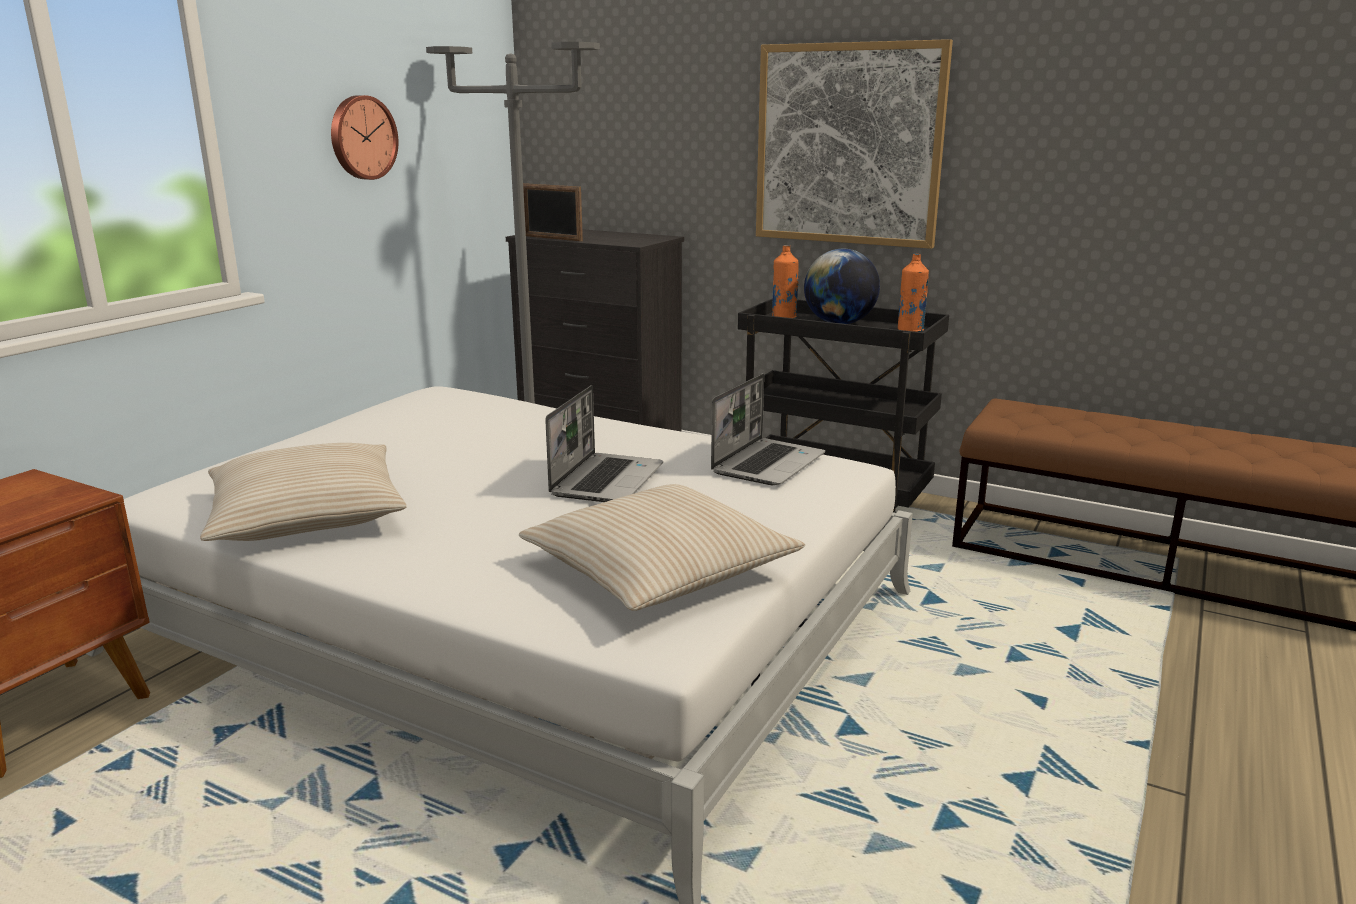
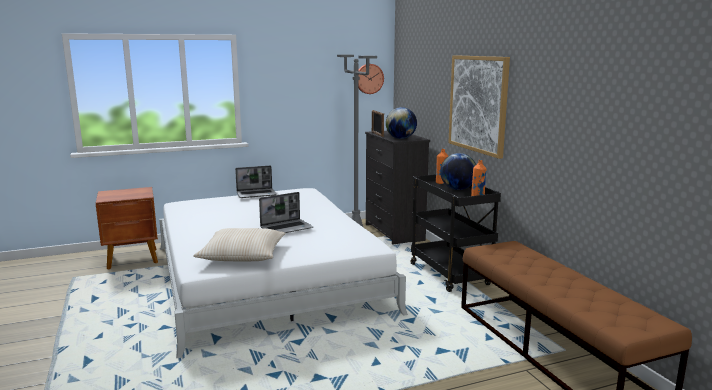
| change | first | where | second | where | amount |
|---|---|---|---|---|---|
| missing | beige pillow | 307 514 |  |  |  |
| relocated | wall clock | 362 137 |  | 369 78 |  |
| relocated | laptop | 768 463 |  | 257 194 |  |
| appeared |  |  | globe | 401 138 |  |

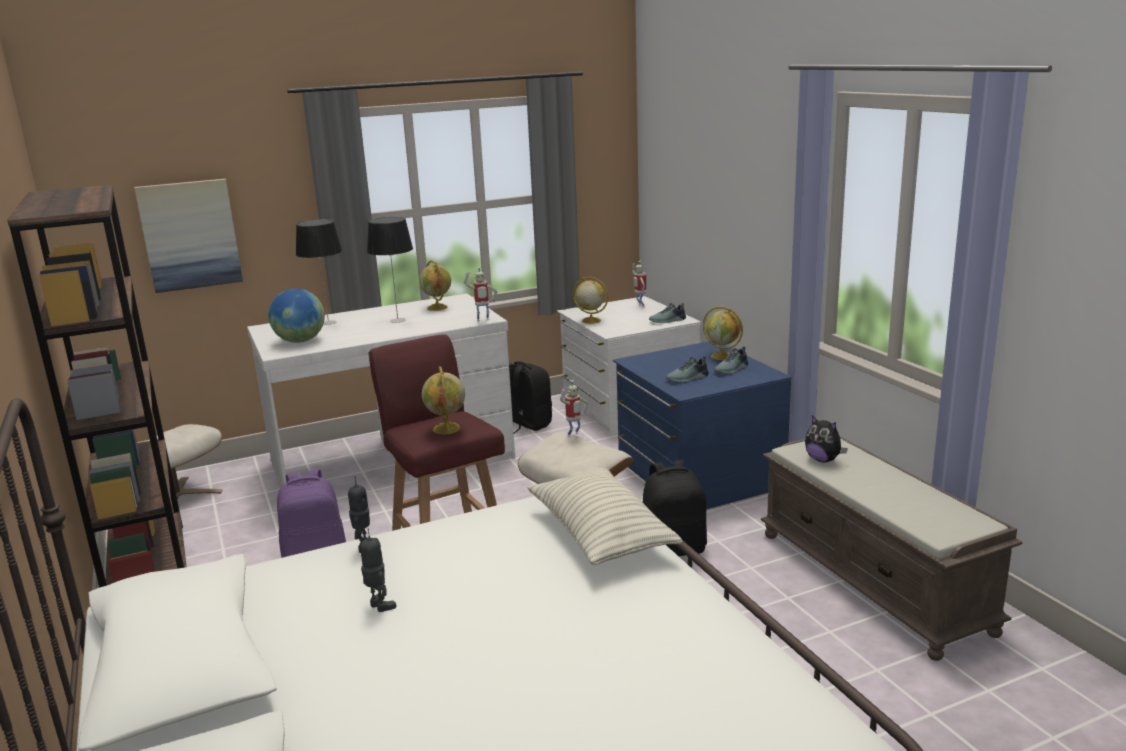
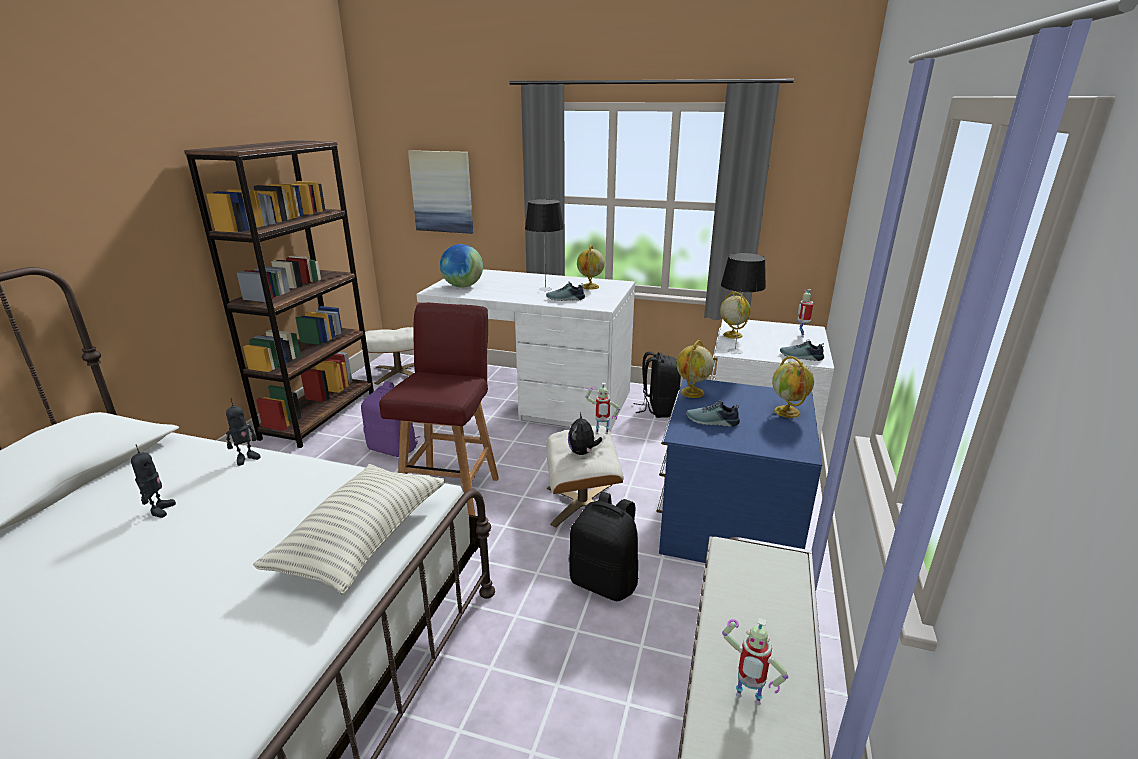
| change | first | where | second | where | amount |
|---|---|---|---|---|---|
| relocated | table lamp | 329 322 |  | 735 351 |  |
| relocated | globe | 447 429 |  | 692 393 |  |
| relocated | toy robot | 483 320 |  | 746 701 |  |
| relocated | shoe | 732 369 |  | 565 299 |  |
| relocated | plush toy | 823 460 |  | 583 452 |  |

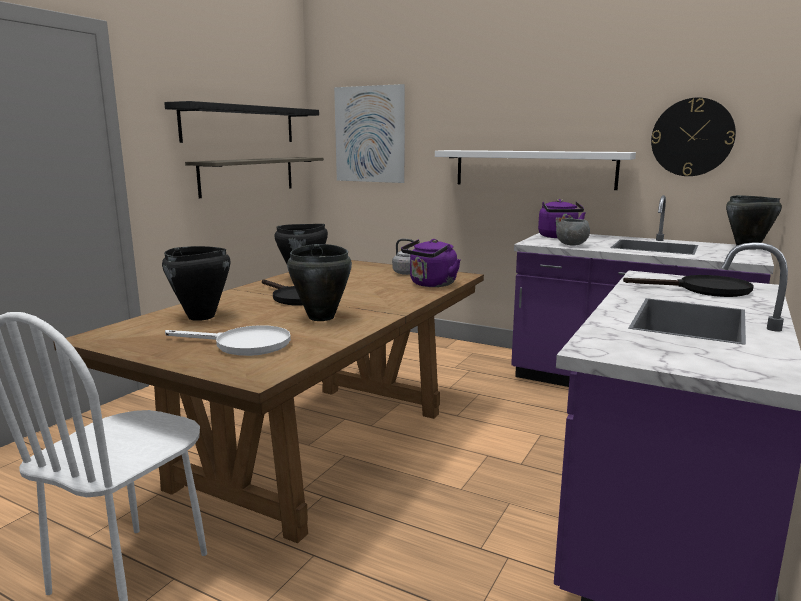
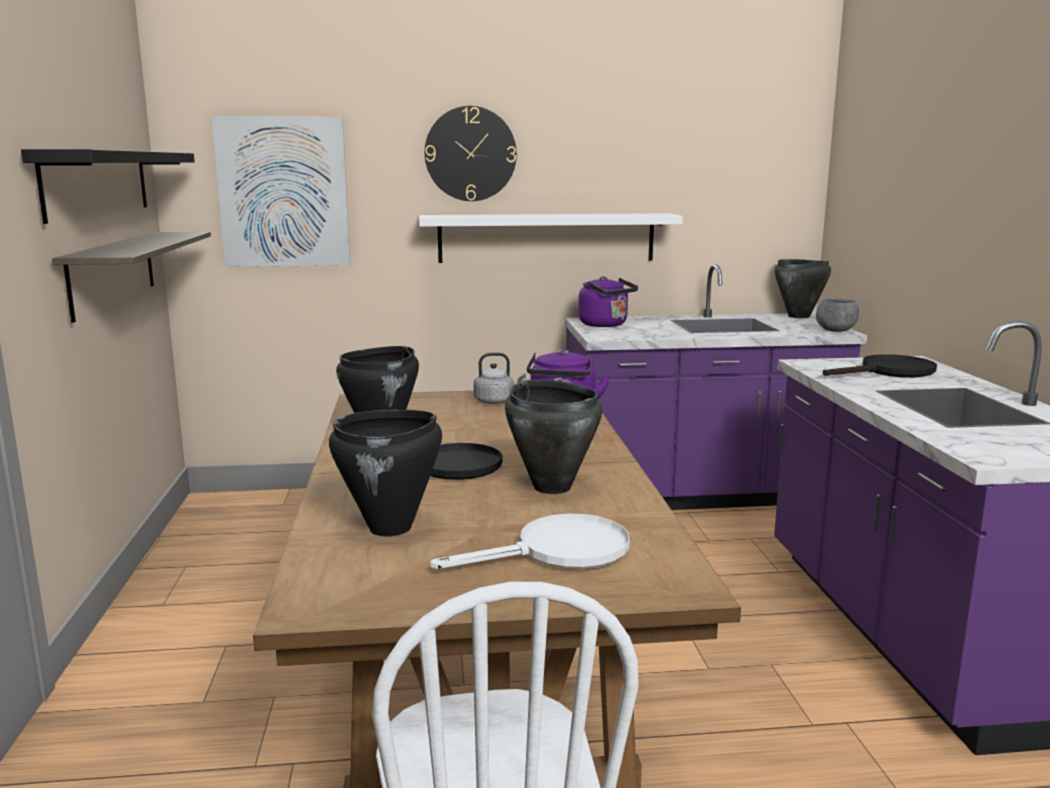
| change | first | where | second | where | amount |
|---|---|---|---|---|---|
| relocated | grey bowl | 571 244 |  | 835 331 |  |
| relocated | wall clock | 692 137 |  | 470 154 |  |

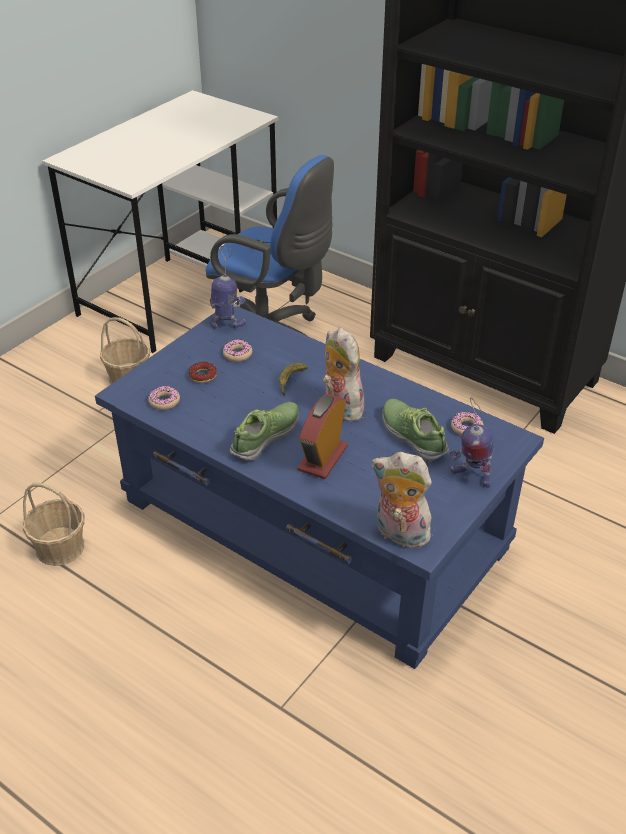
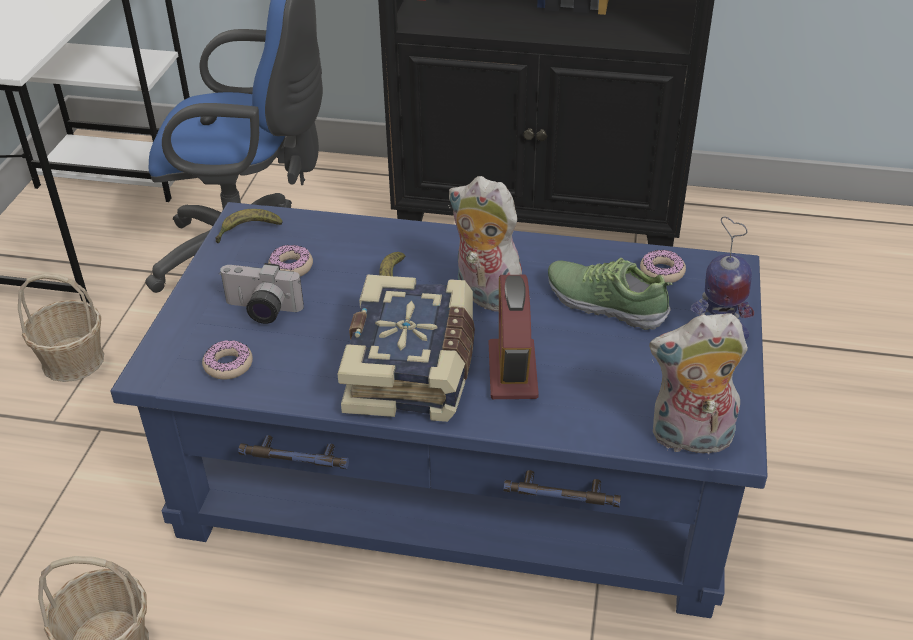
| change | first | where | second | where | amount |
|---|---|---|---|---|---|
| exchanged | donut | 203 376 | photo camera | 261 311 |  |
| exchanged | toy robot | 227 324 | banana | 247 231 |  |
| exchanged | shoe | 266 437 | book | 414 368 |  |

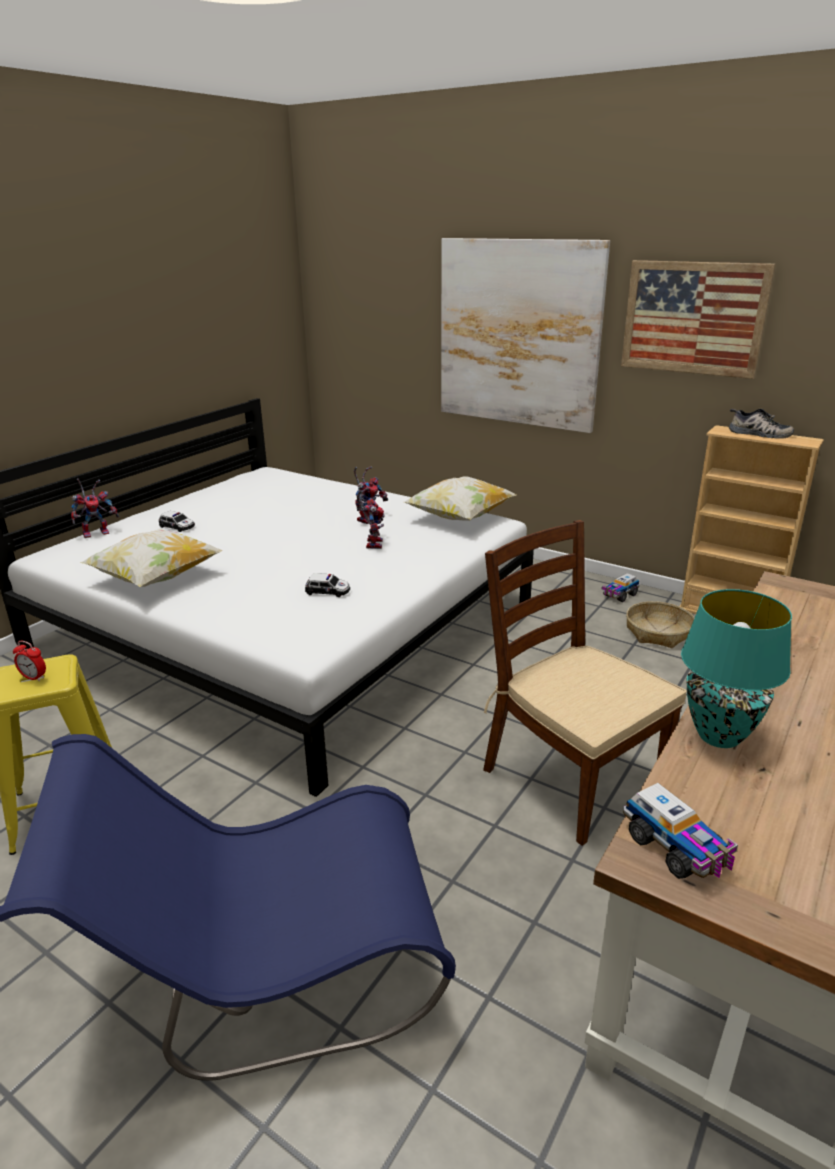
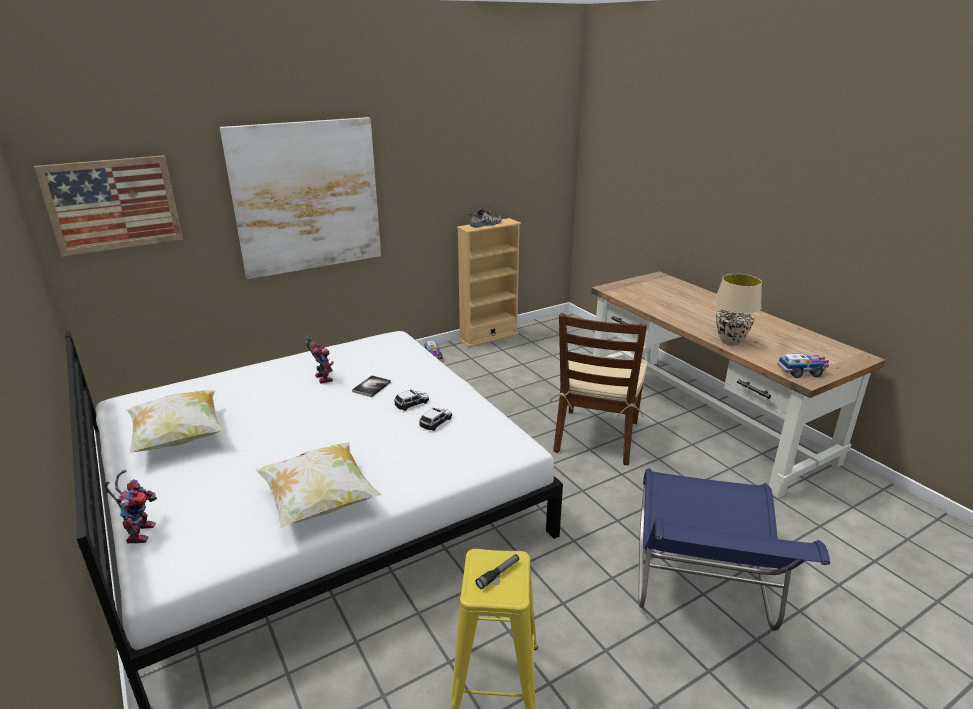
| change | first | where | second | where | amount |
|---|---|---|---|---|---|
| exchanged | alarm clock | 34 677 | flashlight | 498 574 |  |
| relocated | toy car | 177 527 |  | 412 403 |  |
| exchanged | toy robot | 372 543 | book | 371 387 |  |
| relocated | pillow | 459 518 |  | 179 438 |  |
| spun | brown chair | 570 778 |  | 596 437 | 60 degrees counterclockwise |
| relocated | picture | 693 318 |  | 113 204 |  |
| missing | basket | 658 632 |  |  |  |
| colour | turquoise table lamp | 718 735 | beige table lamp | 729 341 |  |

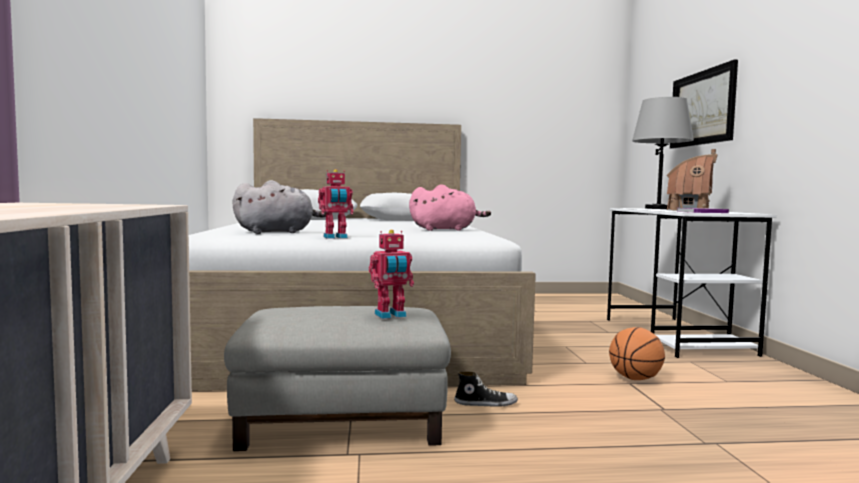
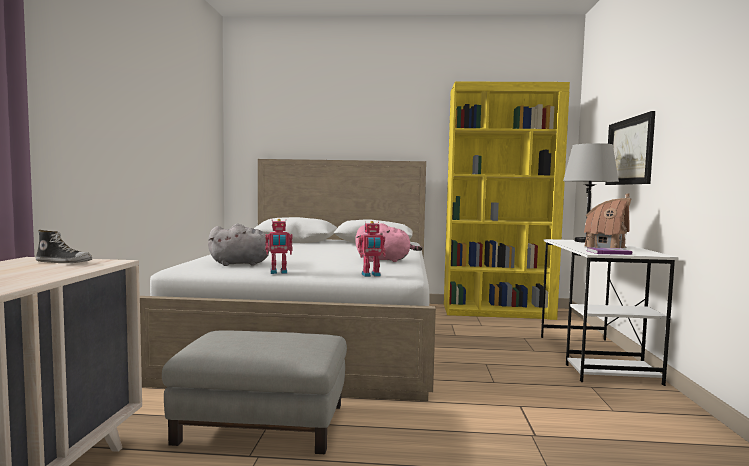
| change | first | where | second | where | amount |
|---|---|---|---|---|---|
| relocated | toy robot | 391 315 |  | 371 275 |  |
| relocated | shoe | 485 403 |  | 64 262 |  |
| missing | basketball | 635 379 |  |  |  |
| appeared |  |  | yellow bookcase | 498 311 |  |

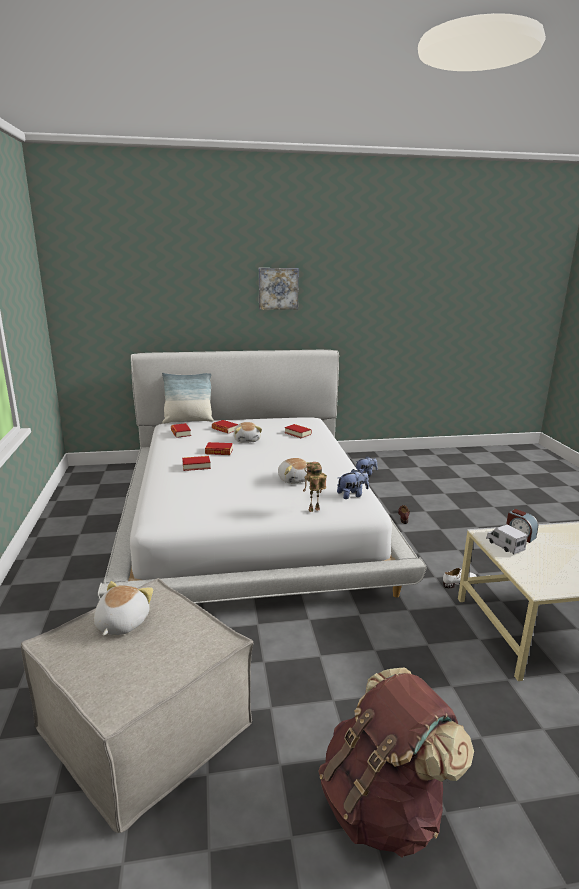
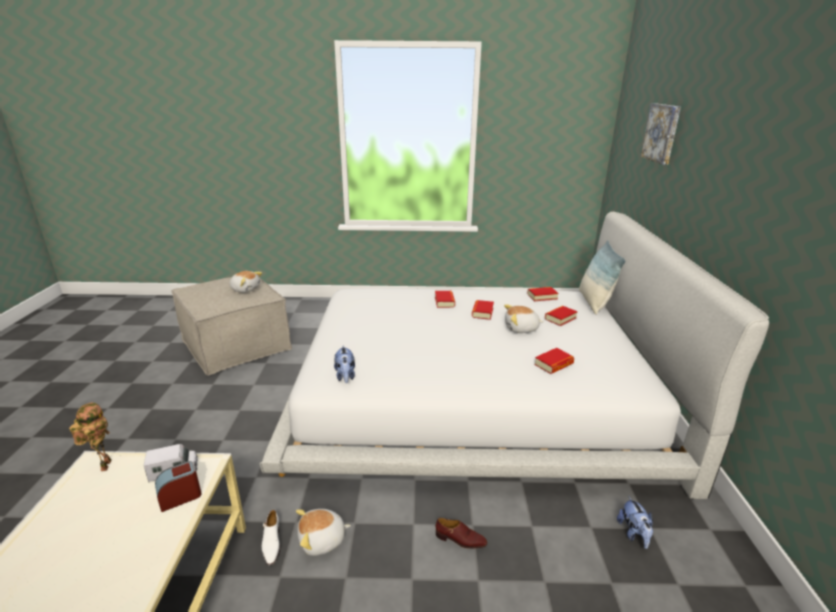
| change | first | where | second | where | amount |
|---|---|---|---|---|---|
| relocated | picture | 278 288 |  | 662 133 |  |
| relocated | plush toy | 294 479 |  | 322 540 |  |
| relocated | toy robot | 314 511 |  | 104 465 |  |
| missing | brown backpack | 384 805 |  |  |  |

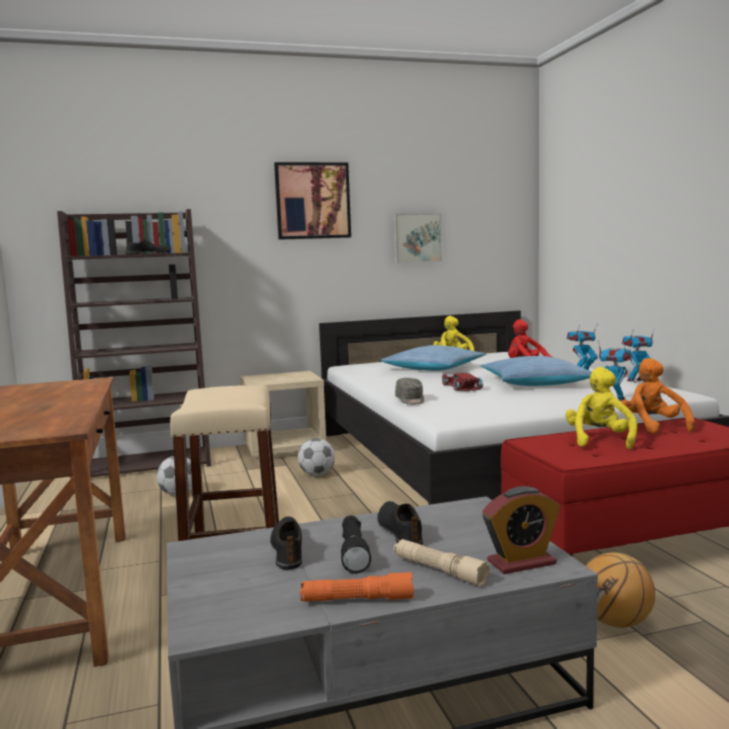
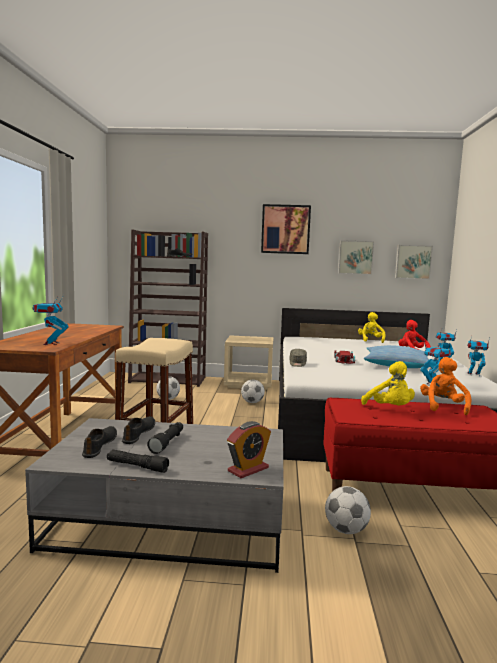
| change | first | where | second | where | amount |
|---|---|---|---|---|---|
| colour | orange flashlight | 357 600 | black flashlight | 137 466 |  |
| relocated | black shoe | 400 530 |  | 100 445 |  |
| missing | pillow | 434 368 |  |  |  |
| missing | beige flashlight | 439 570 |  |  |  |
| spun | alarm clock | 521 562 |  | 248 469 | 45 degrees counterclockwise |
| spun | yellow plush toy | 600 440 |  | 390 409 | 120 degrees clockwise |
| exchanged | basketball | 616 622 | football | 346 530 |  |
| appeared |  |  | toy robot | 51 343 |  |
| appeared |  |  | picture | 413 262 |  |

